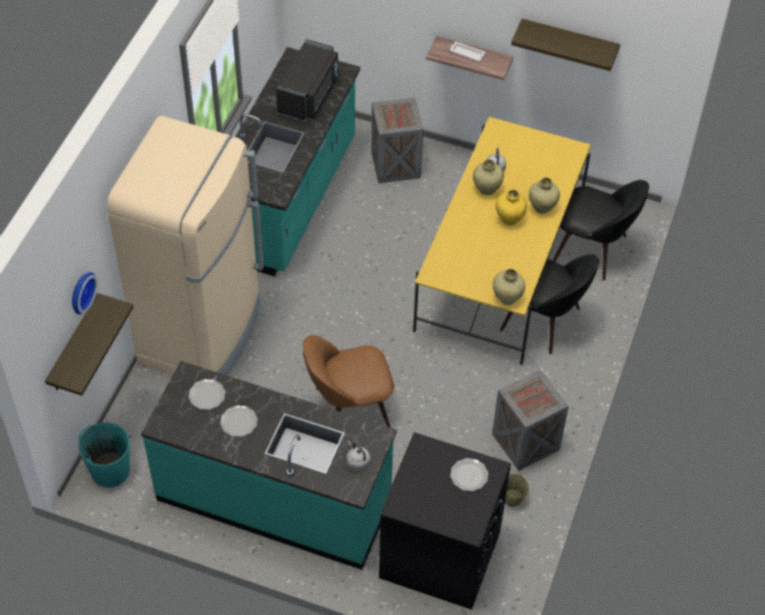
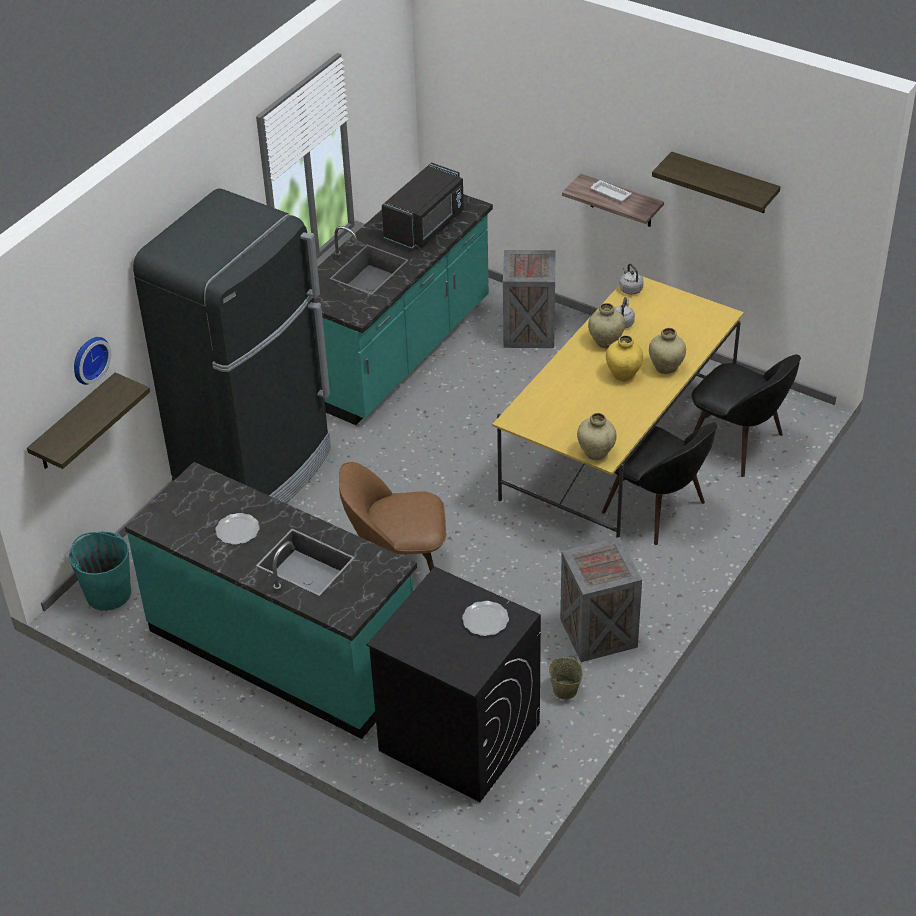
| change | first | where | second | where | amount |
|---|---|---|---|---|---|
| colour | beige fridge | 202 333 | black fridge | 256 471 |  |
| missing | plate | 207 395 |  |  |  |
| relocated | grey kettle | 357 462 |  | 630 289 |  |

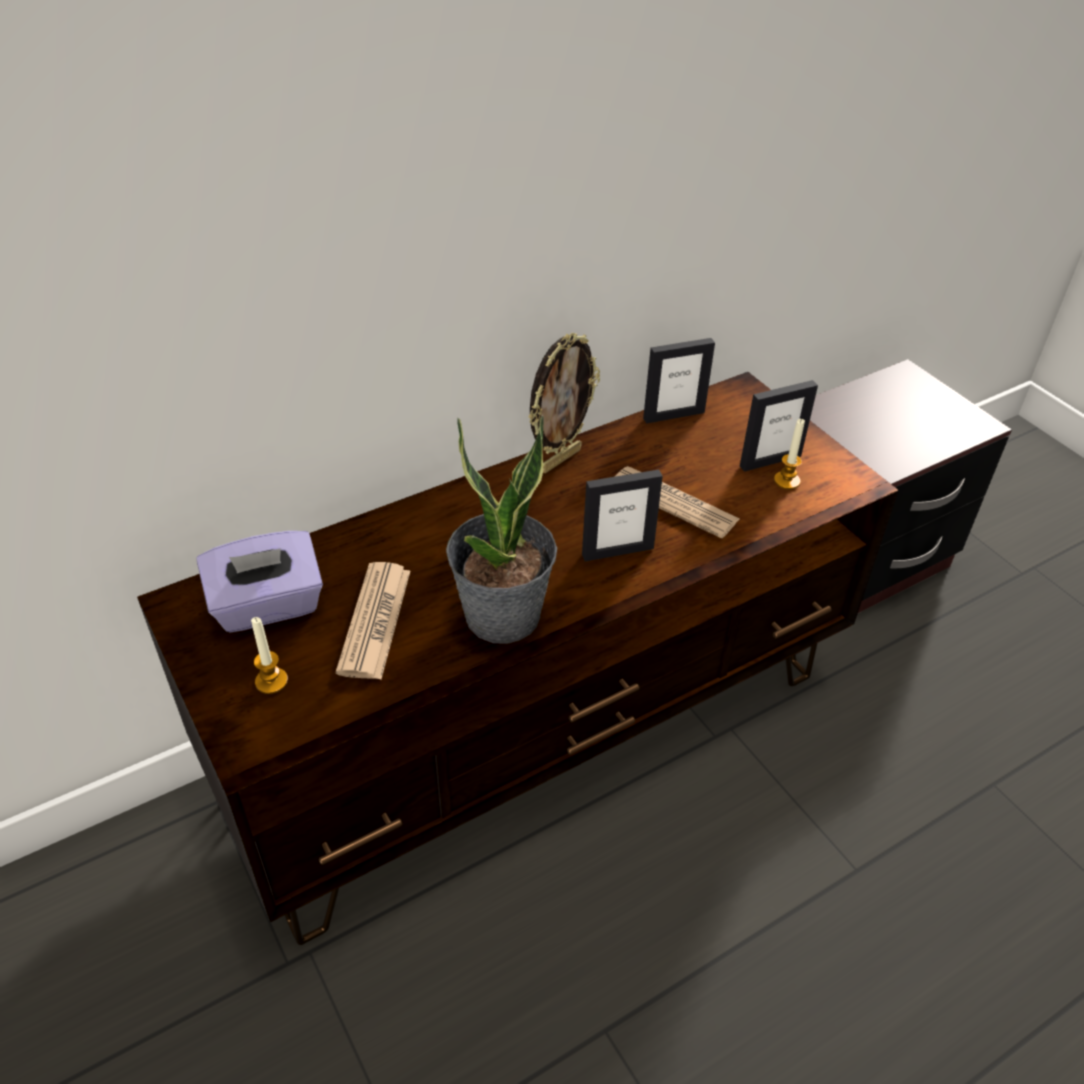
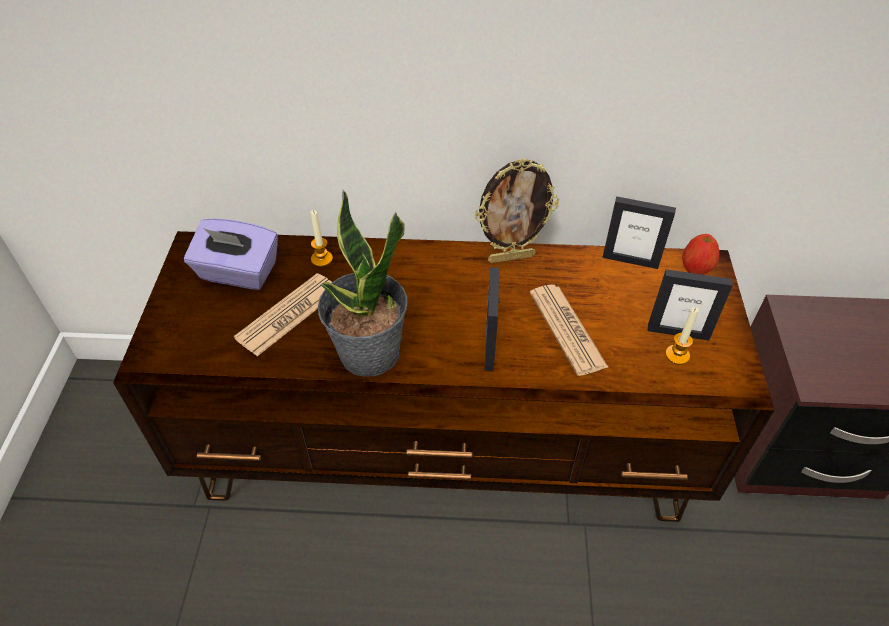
| change | first | where | second | where | amount |
|---|---|---|---|---|---|
| relocated | candle | 271 681 |  | 321 259 |  |
| spun | picture frame | 617 551 |  | 490 346 | 75 degrees clockwise |
| appeared |  |  | apple | 695 269 |  |

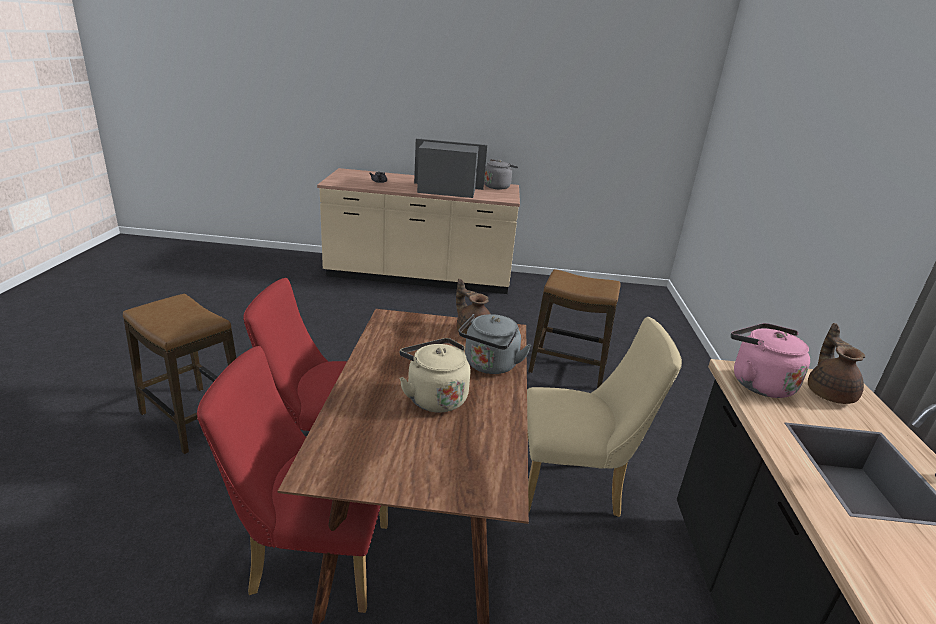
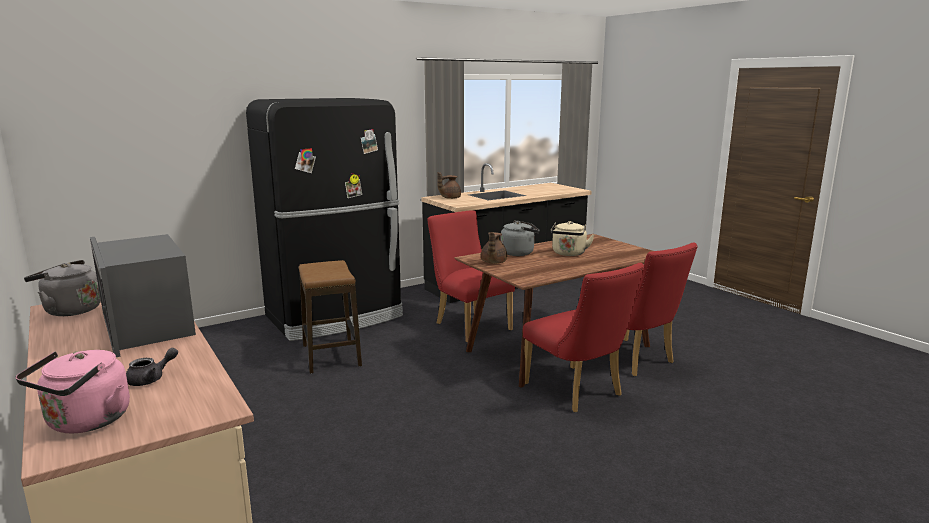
| change | first | where | second | where | amount |
|---|---|---|---|---|---|
| missing | stool | 194 419 |  |  |  |
| colour | beige chair | 576 485 | red chair | 469 325 |  |
| relocated | pink kettle | 758 383 |  | 85 422 |  |
| appeared |  |  | black fridge | 336 317 |  |

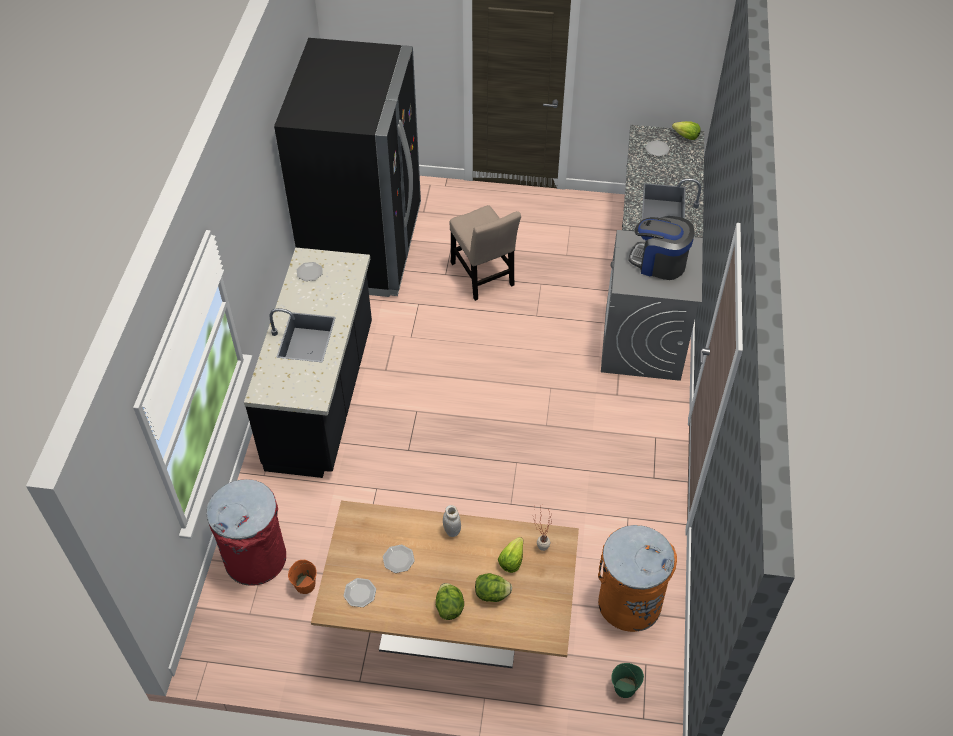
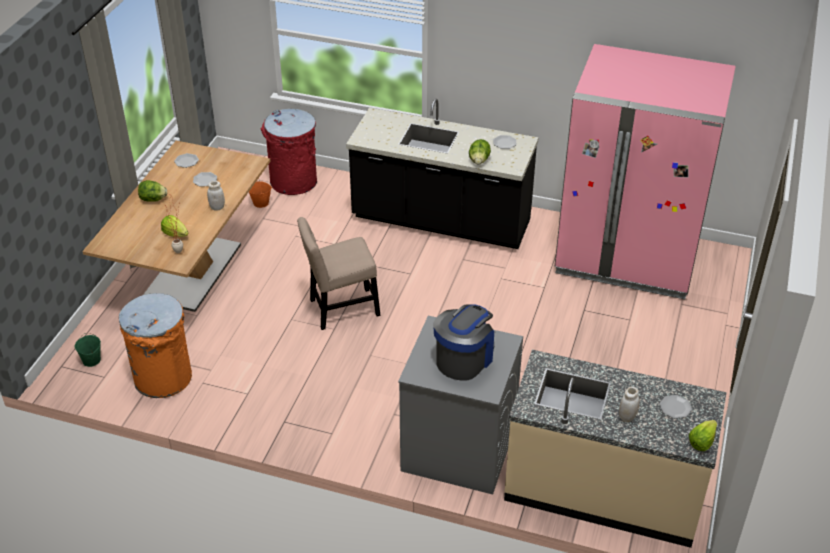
| change | first | where | second | where | amount |
|---|---|---|---|---|---|
| colour | black fridge | 364 247 | pink fridge | 627 258 |  |
| relocated | beige chair | 483 277 |  | 340 309 |  |
| relocated | lettuce | 492 594 |  | 479 161 |  |
| appeared |  |  | white jar | 627 417 |  |

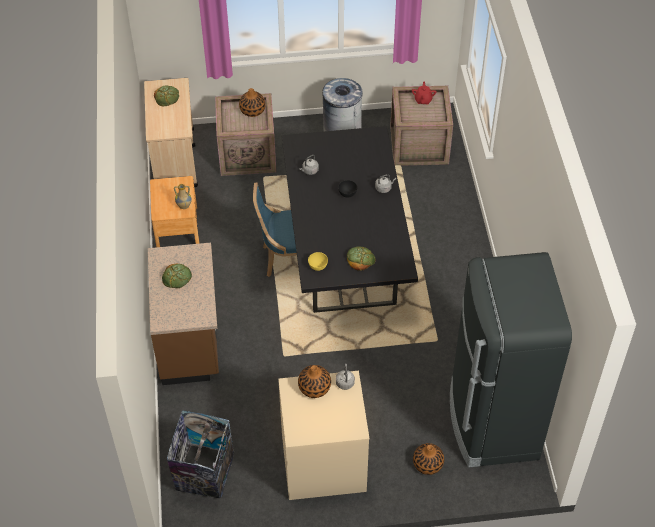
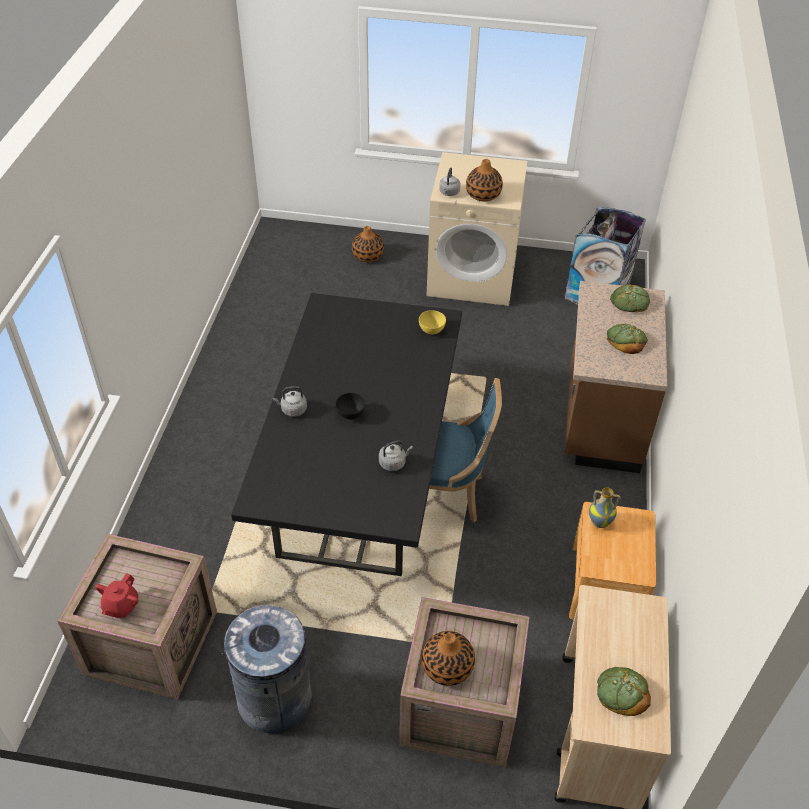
| change | first | where | second | where | amount |
|---|---|---|---|---|---|
| relocated | bread | 360 259 |  | 630 301 |  |
| missing | black fridge | 492 422 |  |  |  |

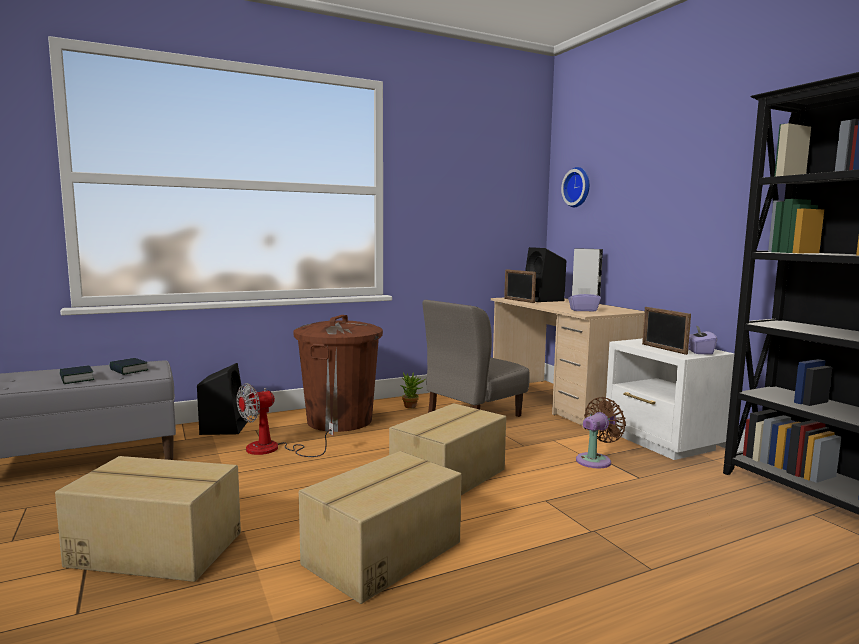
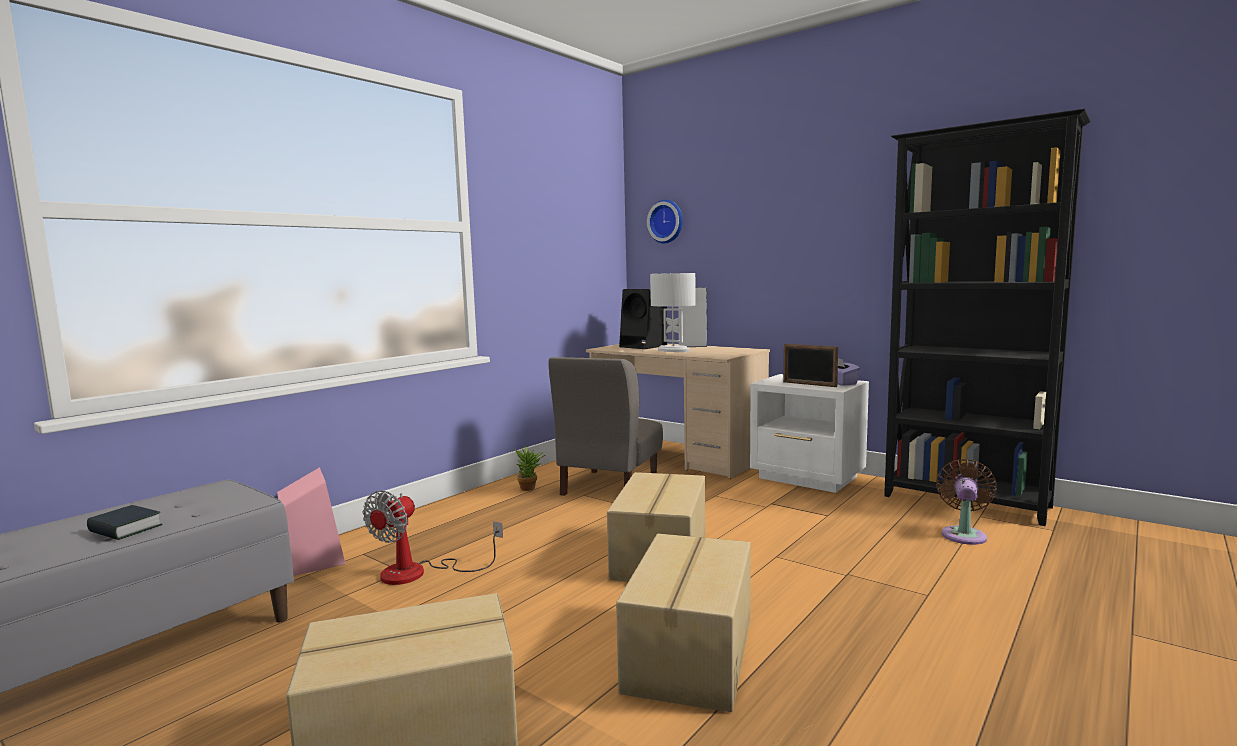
| change | first | where | second | where | amount |
|---|---|---|---|---|---|
| missing | book | 129 370 |  |  |  |
| colour | black speaker | 224 427 | pink speaker | 313 560 |  |
| missing | brown trash can | 340 420 |  |  |  |
| missing | picture frame | 518 300 |  |  |  |
| missing | purple tissue box | 583 310 |  |  |  |
| relocated | brown fan | 596 460 |  | 964 534 |  |
| appeared |  |  | white table lamp | 673 350 |  |

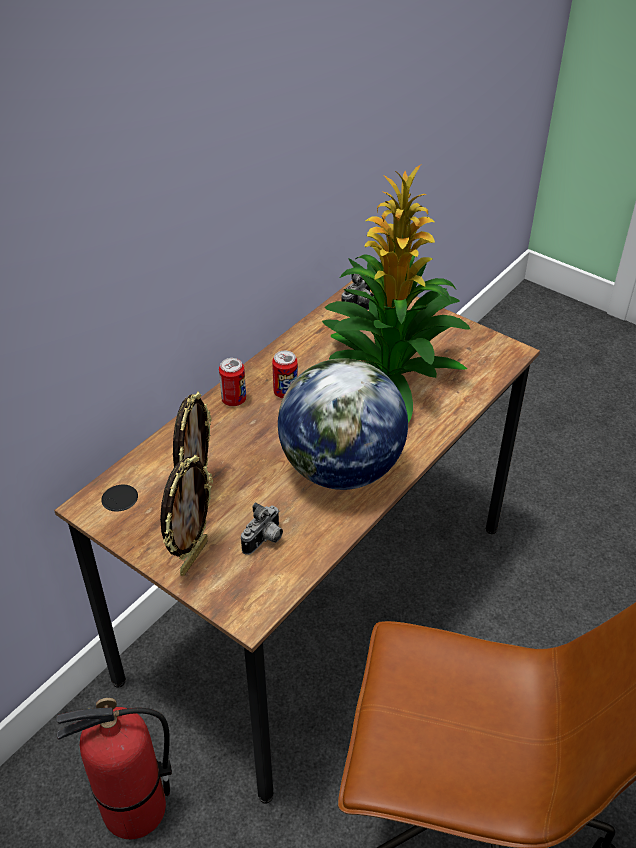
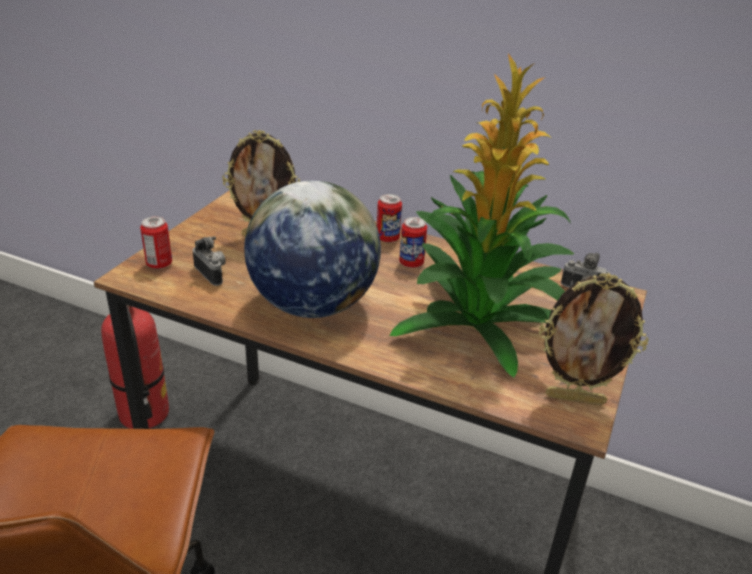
| change | first | where | second | where | amount |
|---|---|---|---|---|---|
| relocated | picture frame | 192 557 |  | 575 398 |  |
| spun | photo camera | 265 540 |  | 213 273 | 150 degrees counterclockwise |
| appeared |  |  | can | 159 264 |  |

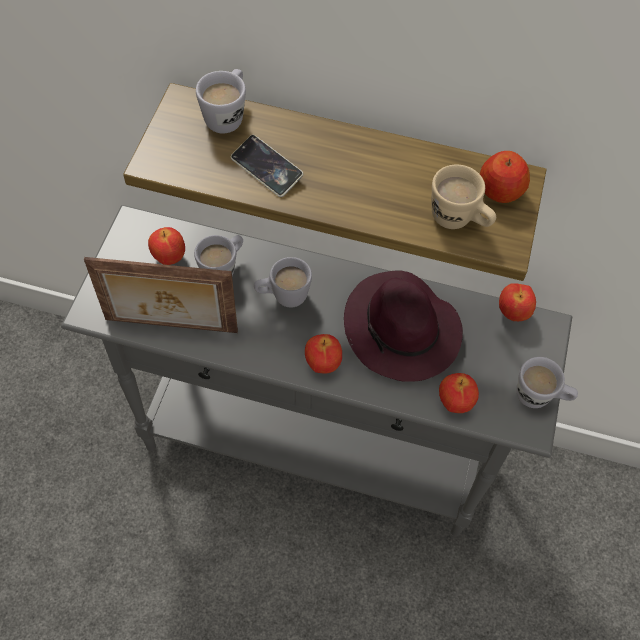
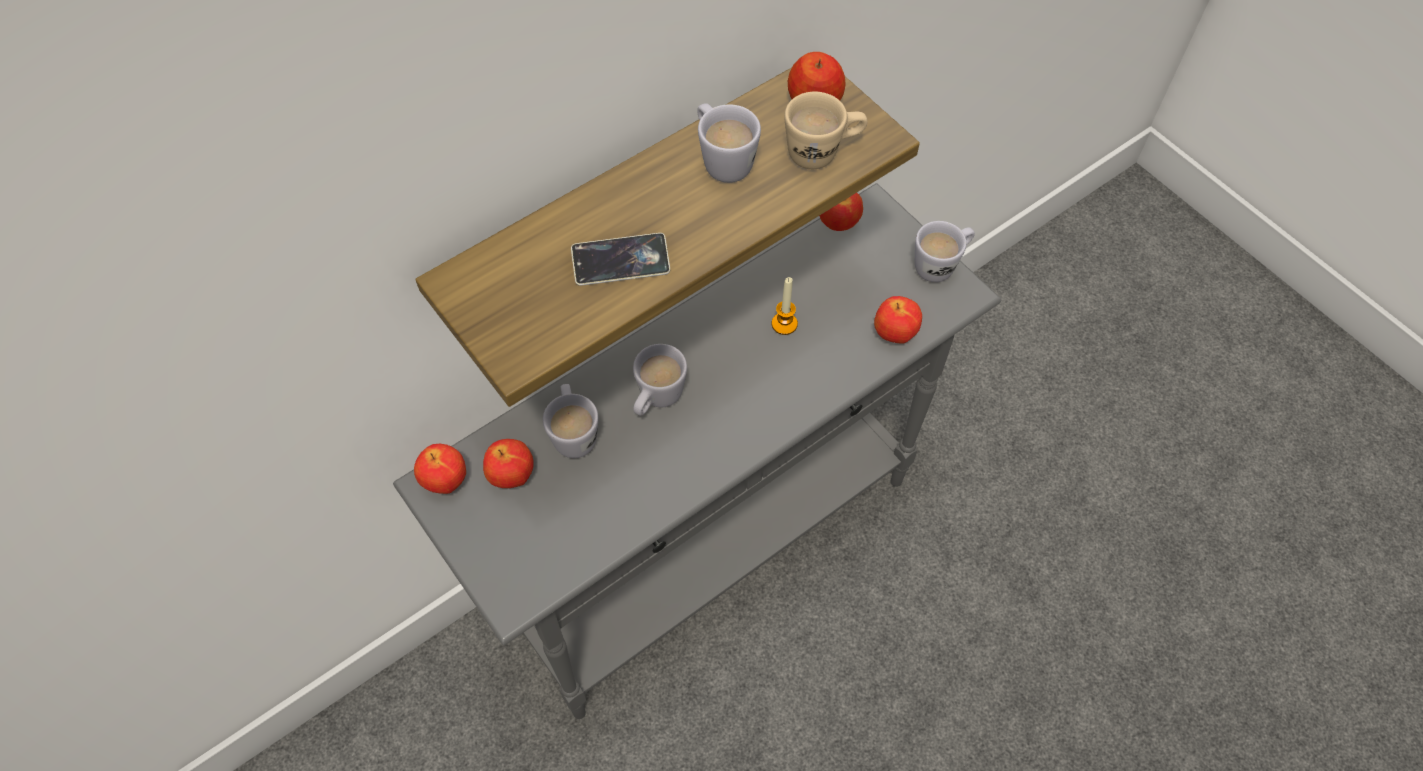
| change | first | where | second | where | amount |
|---|---|---|---|---|---|
| missing | picture frame | 171 327 |  |  |  |
| relocated | white mug | 227 115 |  | 722 160 |  |
| relocated | apple | 322 364 |  | 445 482 |  |
| exchanged | purple hat | 402 331 | candle | 784 324 |  |

